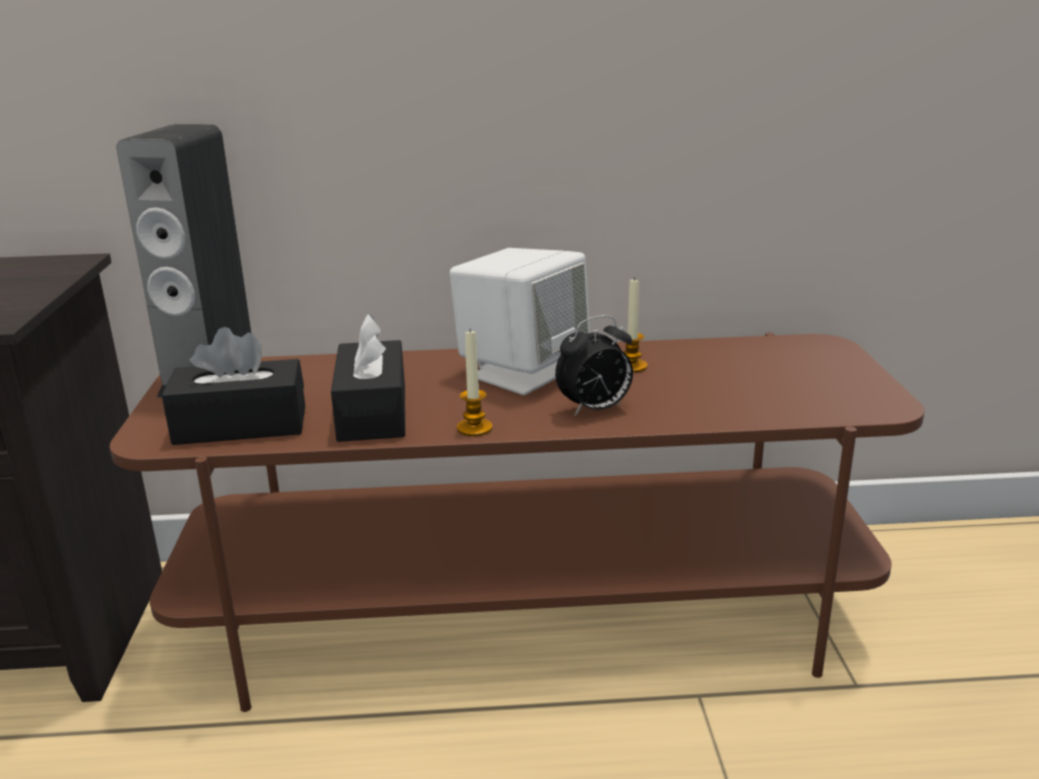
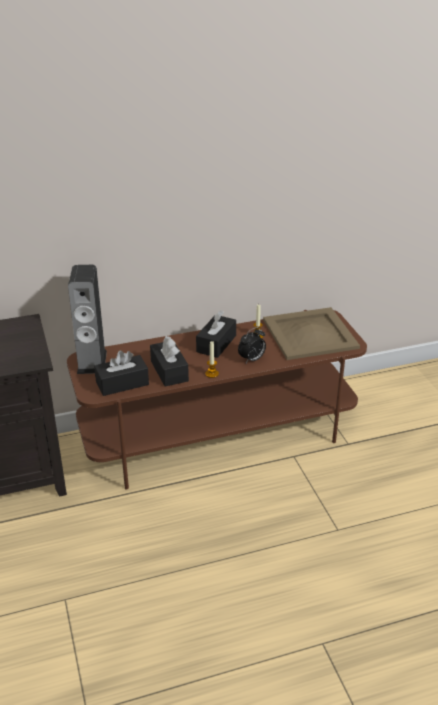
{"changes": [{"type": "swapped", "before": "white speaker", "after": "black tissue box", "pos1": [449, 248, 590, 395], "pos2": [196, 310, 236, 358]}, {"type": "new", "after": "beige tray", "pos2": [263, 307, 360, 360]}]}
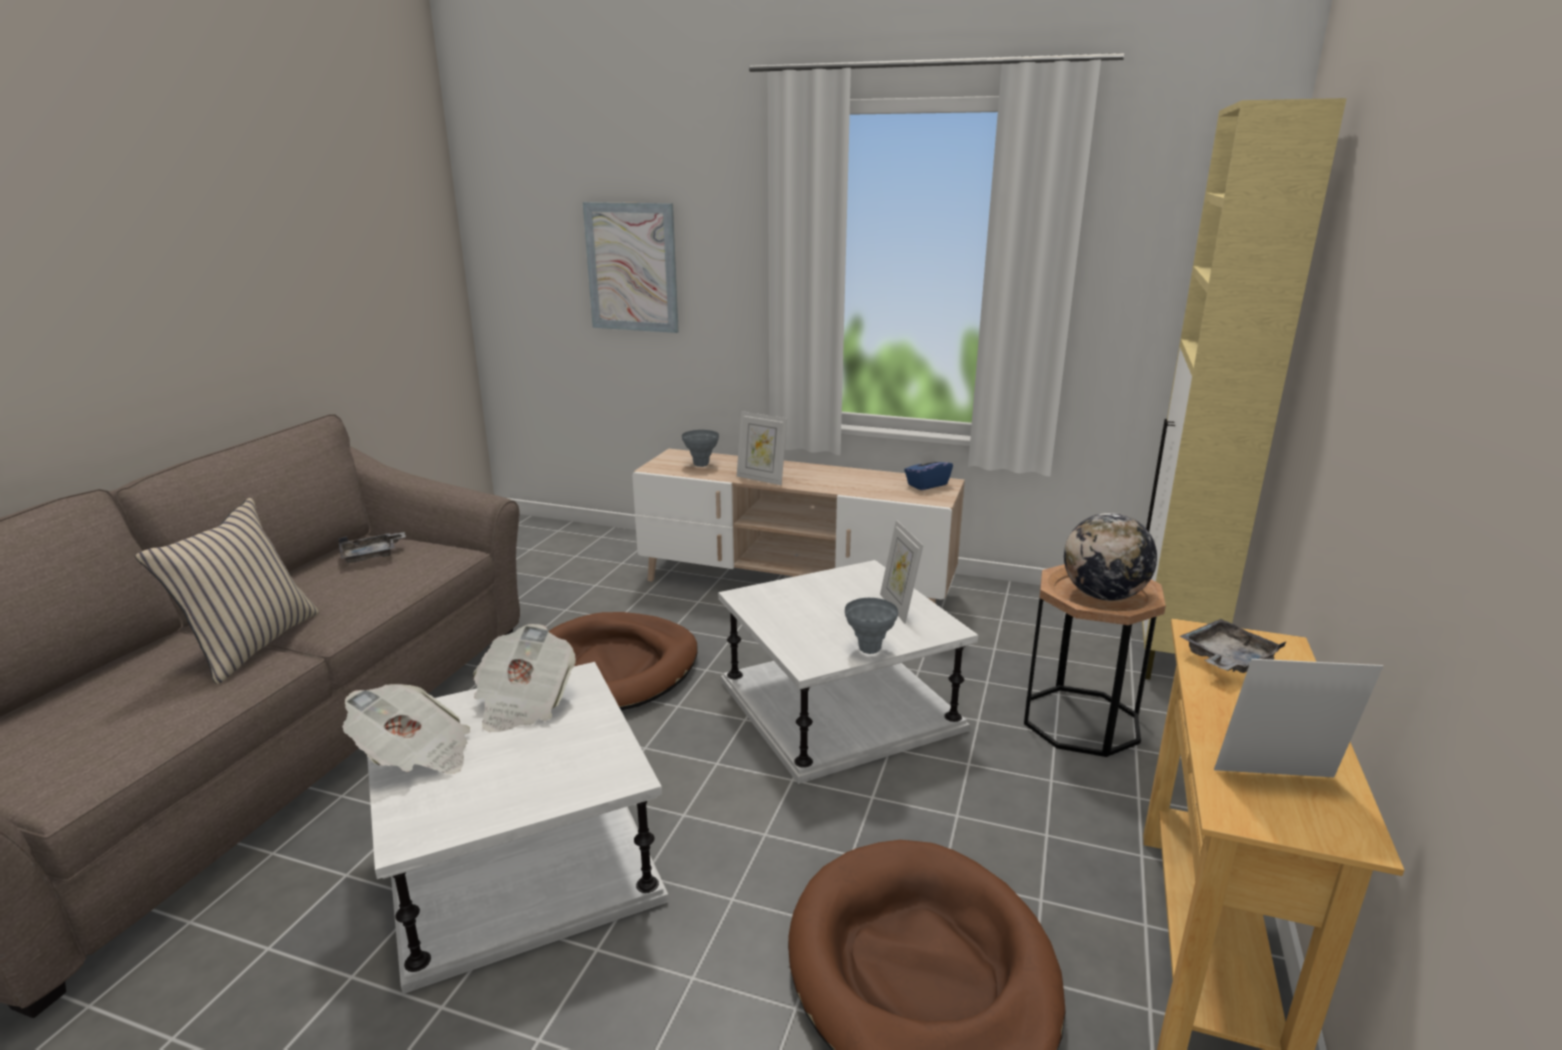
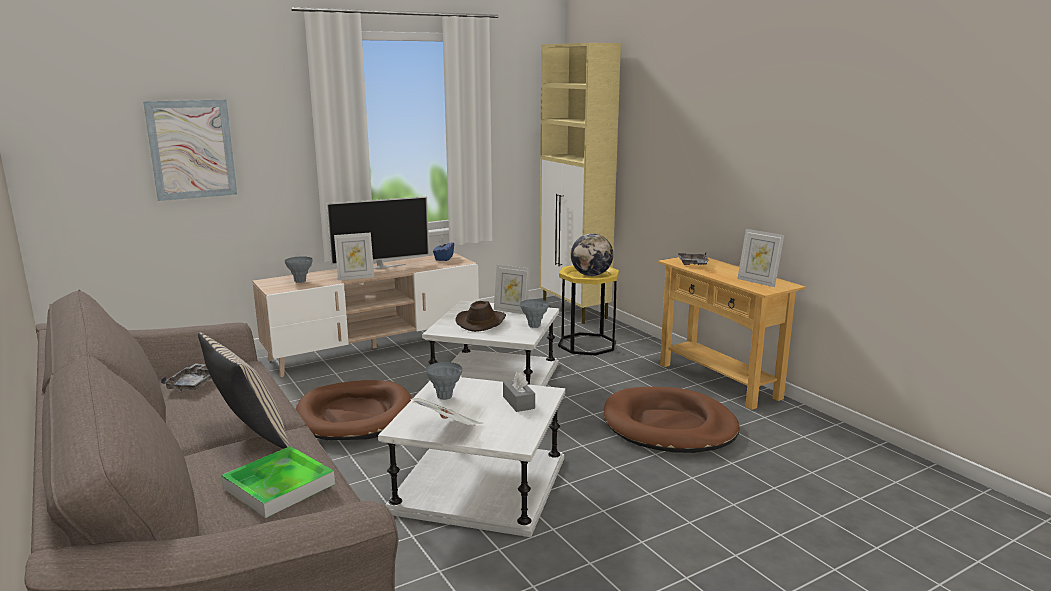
{"changes": [{"type": "swapped", "before": "newspaper", "after": "grey vase", "pos1": [473, 624, 576, 732], "pos2": [426, 362, 462, 400]}, {"type": "repainted", "before": "brown side table", "after": "yellow side table", "pos1": [1024, 564, 1166, 757], "pos2": [558, 265, 619, 355]}, {"type": "rotated", "before": "picture frame", "pos1": [1214, 659, 1383, 777], "pos2": [737, 229, 784, 287], "turn": -90}, {"type": "new", "after": "tray", "pos2": [222, 446, 335, 518]}, {"type": "new", "after": "television", "pos2": [326, 196, 429, 269]}, {"type": "new", "after": "brown hat", "pos2": [455, 301, 506, 332]}, {"type": "new", "after": "grey tissue box", "pos2": [503, 372, 535, 412]}]}
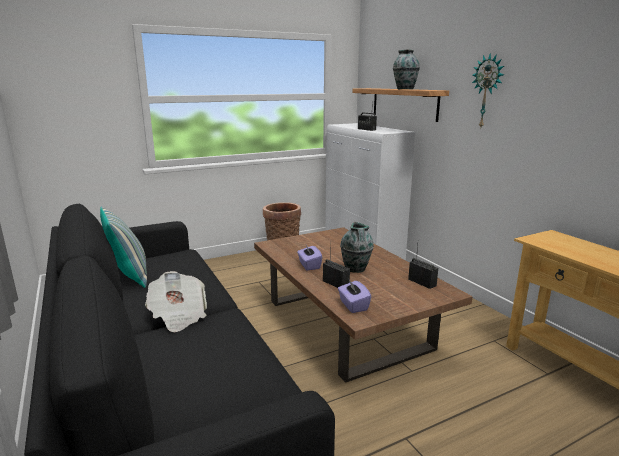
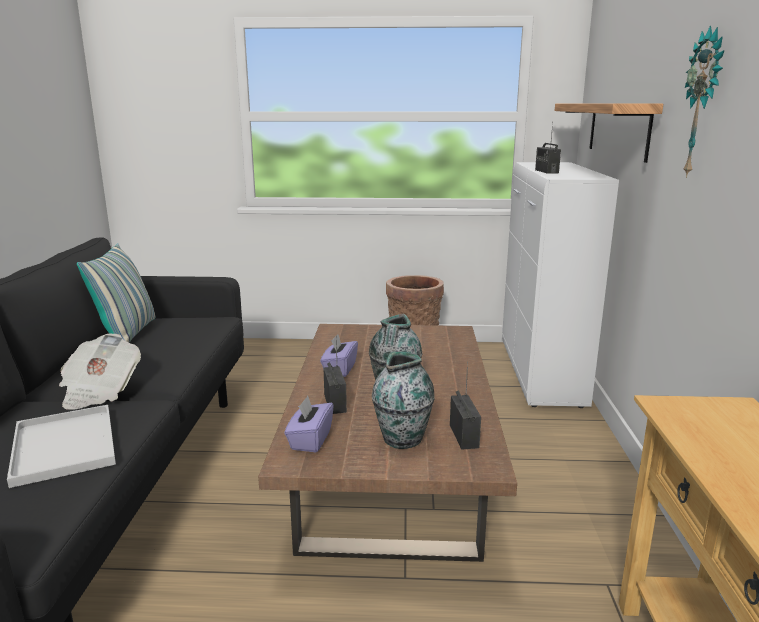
{"changes": [{"type": "shifted", "before": "vase", "pos1": [393, 49, 420, 89], "pos2": [372, 351, 435, 449]}, {"type": "new", "after": "white tray", "pos2": [7, 405, 116, 488]}]}
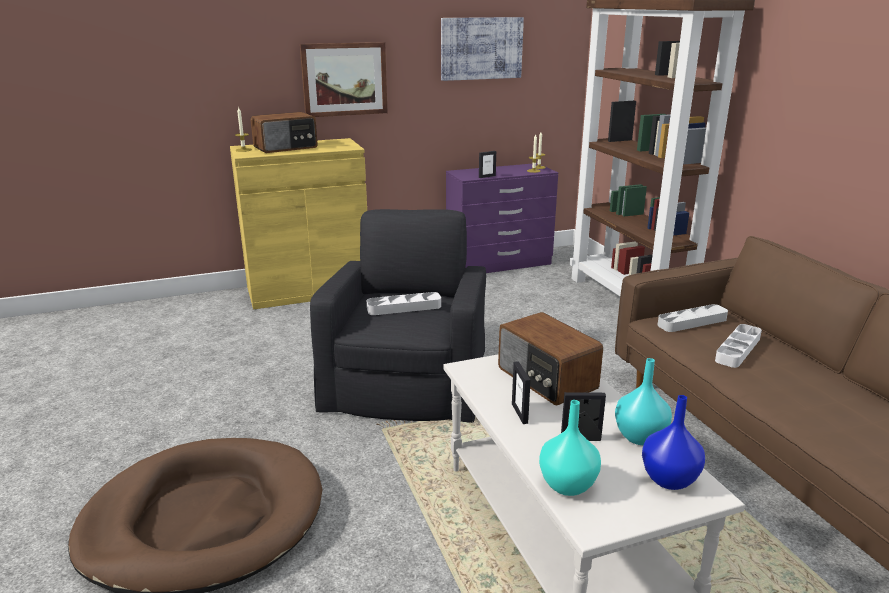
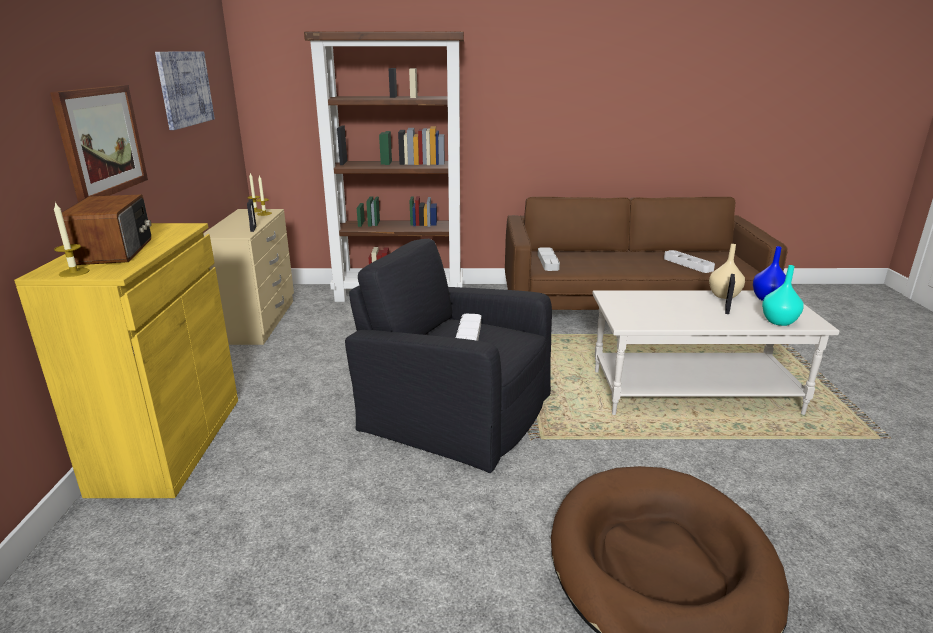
{"changes": [{"type": "repainted", "before": "purple dresser", "after": "beige dresser", "pos1": [446, 163, 558, 273], "pos2": [203, 209, 294, 345]}, {"type": "gone", "before": "radio", "pos1": [498, 312, 603, 405]}, {"type": "gone", "before": "picture frame", "pos1": [512, 361, 531, 424]}, {"type": "repainted", "before": "turquoise vase", "after": "beige vase", "pos1": [615, 358, 672, 445], "pos2": [709, 244, 745, 299]}, {"type": "shifted", "before": "white tray", "pos1": [715, 324, 762, 368], "pos2": [664, 250, 715, 273]}]}
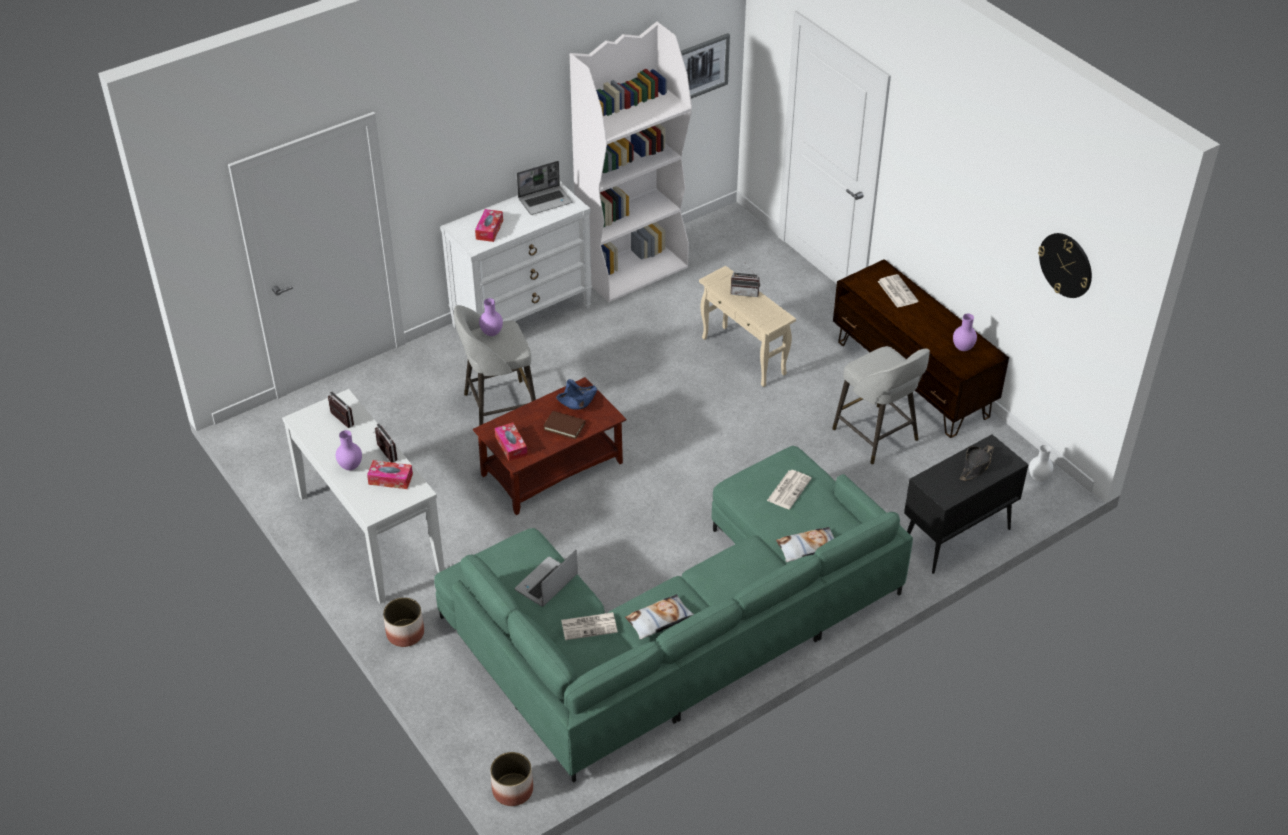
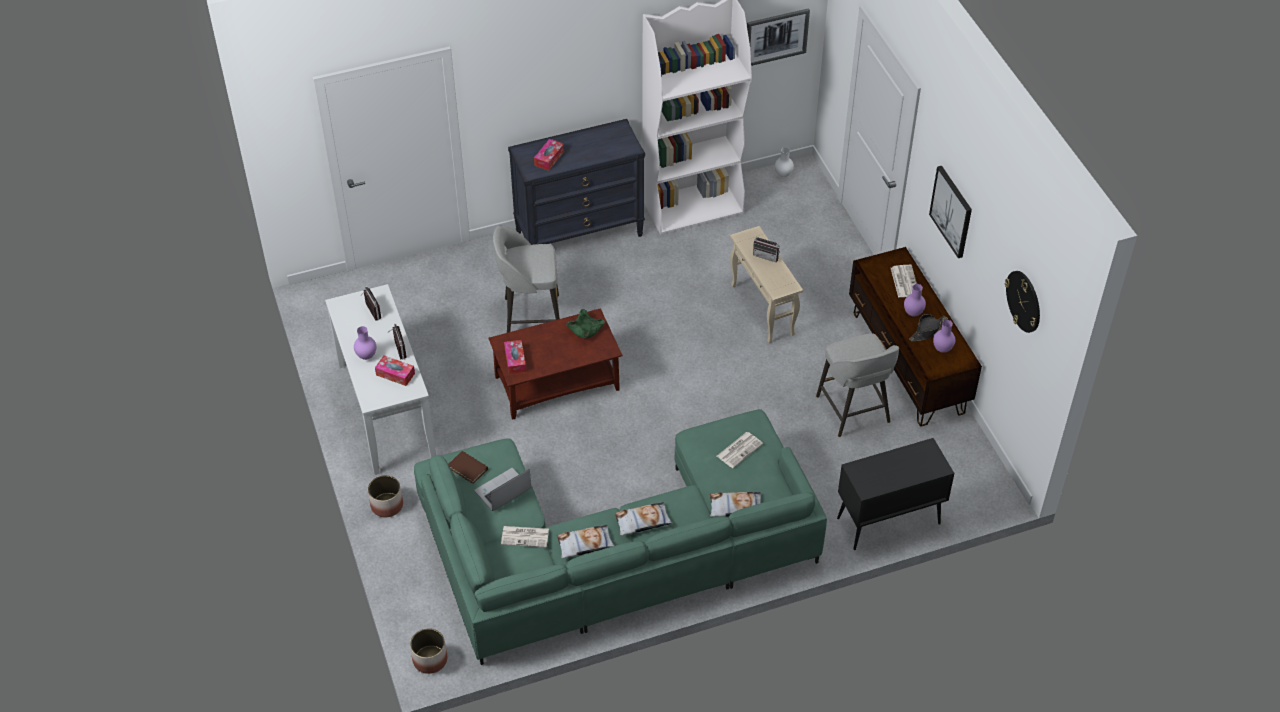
{"changes": [{"type": "repainted", "before": "white dresser", "after": "black dresser", "pos1": [440, 181, 592, 329], "pos2": [508, 119, 645, 245]}, {"type": "shifted", "before": "purple vase", "pos1": [479, 298, 503, 336], "pos2": [904, 284, 926, 316]}, {"type": "gone", "before": "laptop", "pos1": [517, 161, 572, 215]}, {"type": "shifted", "before": "brown book", "pos1": [543, 411, 586, 439], "pos2": [448, 451, 488, 484]}, {"type": "repainted", "before": "blue bowl", "after": "green bowl", "pos1": [556, 379, 598, 410], "pos2": [566, 309, 605, 338]}, {"type": "shifted", "before": "black hat", "pos1": [960, 445, 994, 481], "pos2": [909, 314, 948, 342]}, {"type": "shifted", "before": "white vase", "pos1": [1029, 445, 1053, 481], "pos2": [775, 147, 794, 177]}, {"type": "new", "after": "pillow", "pos2": [614, 502, 673, 535]}, {"type": "new", "after": "picture", "pos2": [929, 166, 972, 258]}]}
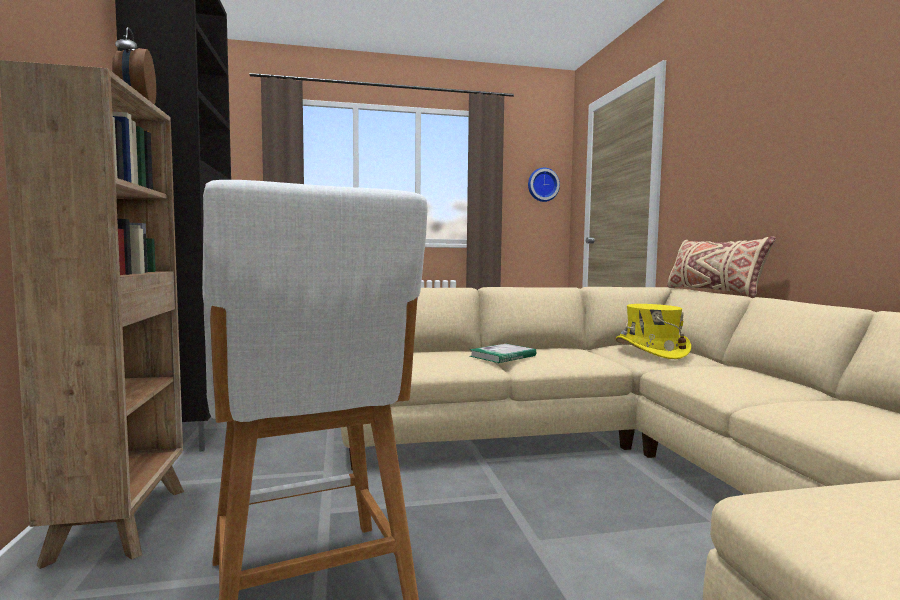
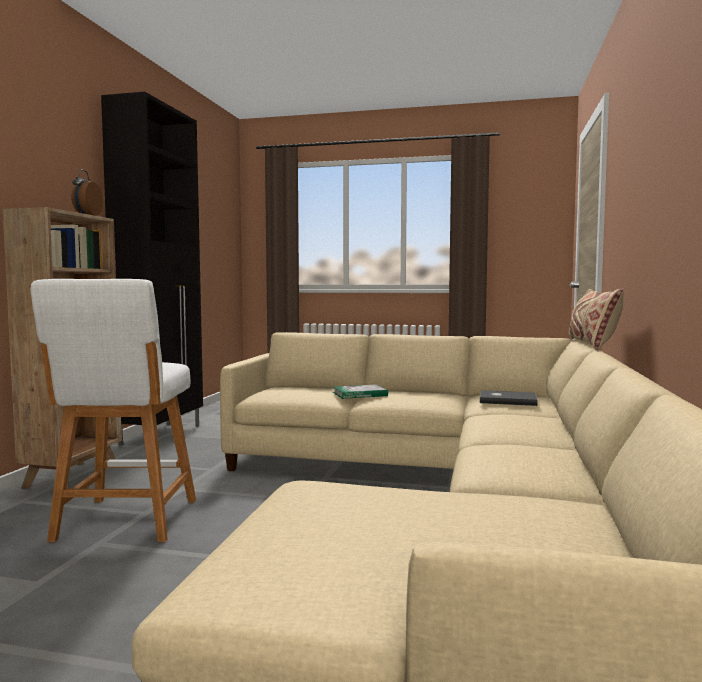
{"changes": [{"type": "gone", "before": "wall clock", "pos1": [528, 168, 560, 202]}, {"type": "swapped", "before": "yellow hat", "after": "grey book", "pos1": [616, 304, 691, 359], "pos2": [480, 390, 538, 406]}]}
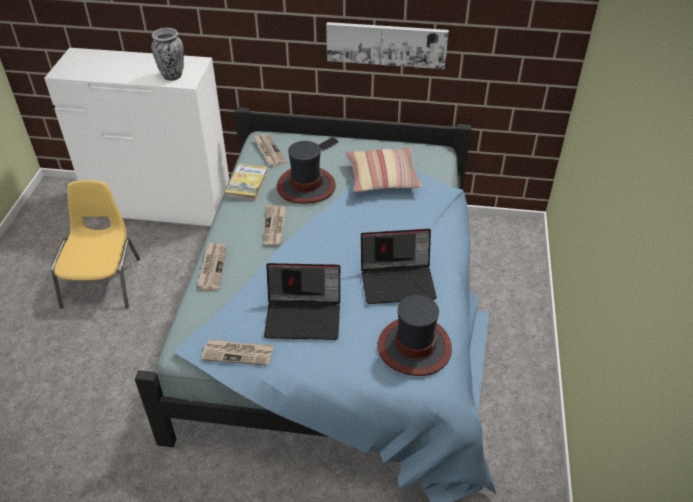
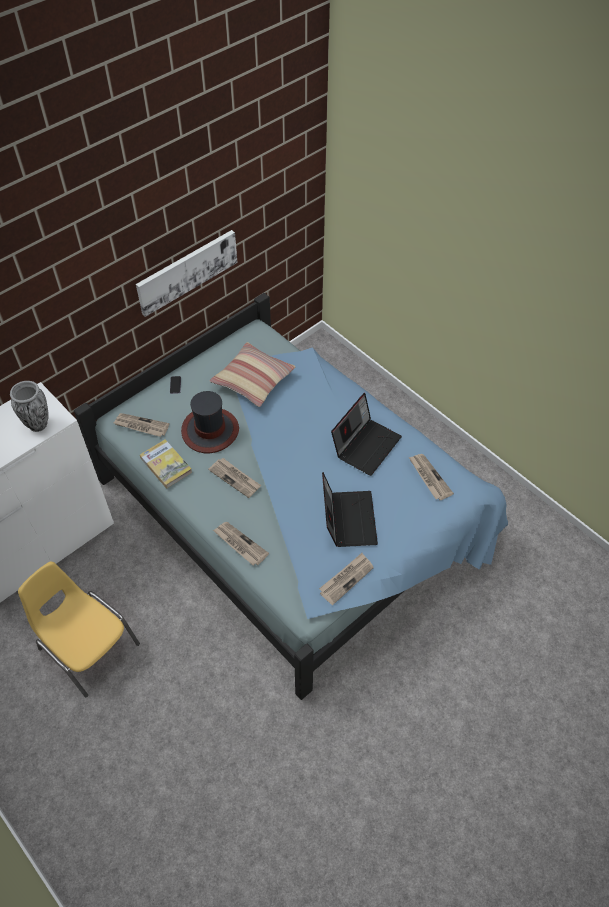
{"changes": [{"type": "rotated", "before": "laptop", "pos1": [264, 263, 340, 340], "pos2": [322, 472, 378, 547], "turn": -45}, {"type": "swapped", "before": "hat", "after": "newspaper", "pos1": [377, 295, 452, 376], "pos2": [409, 454, 454, 500]}]}
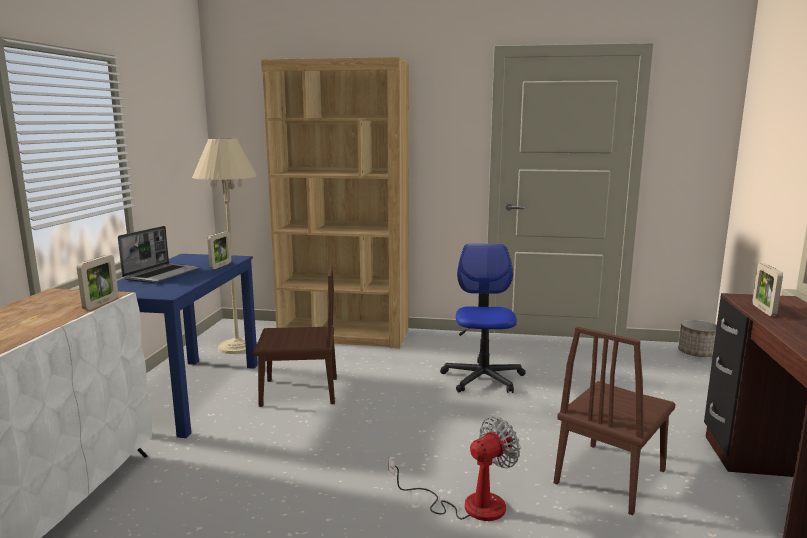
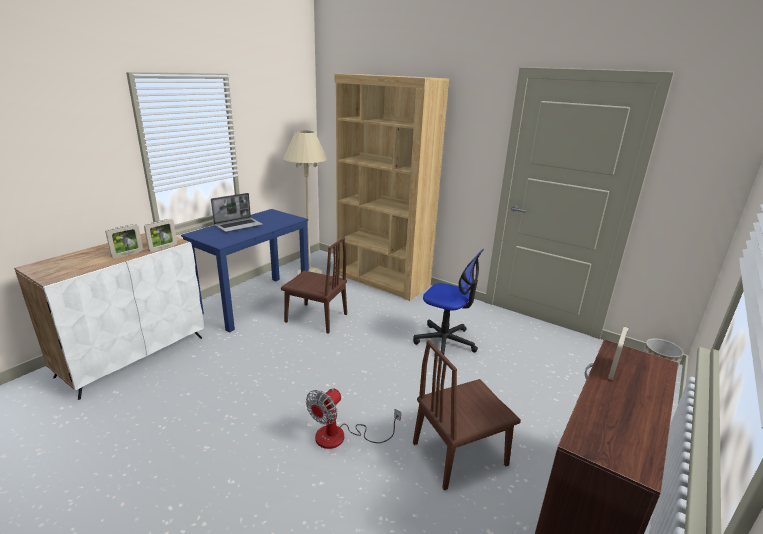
{"changes": [{"type": "shifted", "before": "picture frame", "pos1": [207, 231, 231, 269], "pos2": [106, 224, 143, 258]}, {"type": "rotated", "before": "fan", "pos1": [388, 417, 521, 521], "pos2": [306, 388, 401, 449], "turn": 135}, {"type": "rotated", "before": "office chair", "pos1": [440, 244, 526, 393], "pos2": [413, 249, 484, 356], "turn": 90}]}
